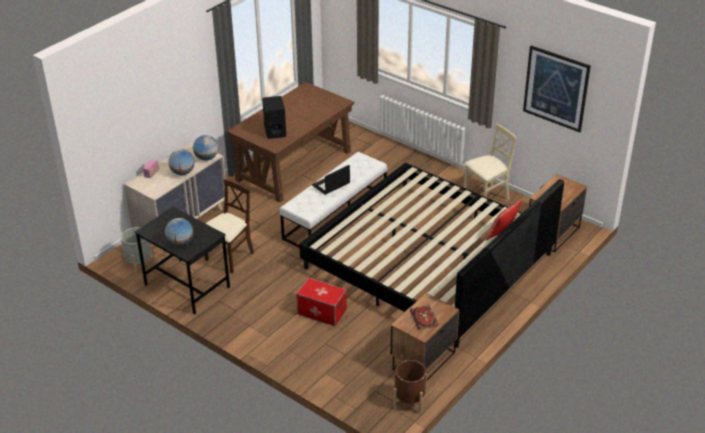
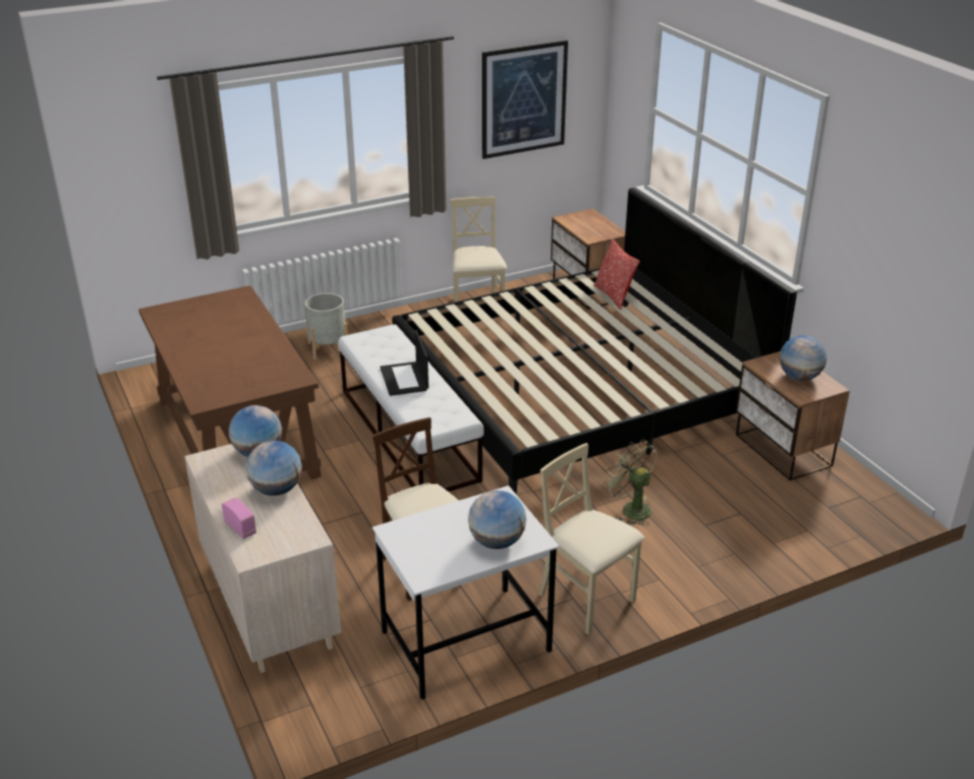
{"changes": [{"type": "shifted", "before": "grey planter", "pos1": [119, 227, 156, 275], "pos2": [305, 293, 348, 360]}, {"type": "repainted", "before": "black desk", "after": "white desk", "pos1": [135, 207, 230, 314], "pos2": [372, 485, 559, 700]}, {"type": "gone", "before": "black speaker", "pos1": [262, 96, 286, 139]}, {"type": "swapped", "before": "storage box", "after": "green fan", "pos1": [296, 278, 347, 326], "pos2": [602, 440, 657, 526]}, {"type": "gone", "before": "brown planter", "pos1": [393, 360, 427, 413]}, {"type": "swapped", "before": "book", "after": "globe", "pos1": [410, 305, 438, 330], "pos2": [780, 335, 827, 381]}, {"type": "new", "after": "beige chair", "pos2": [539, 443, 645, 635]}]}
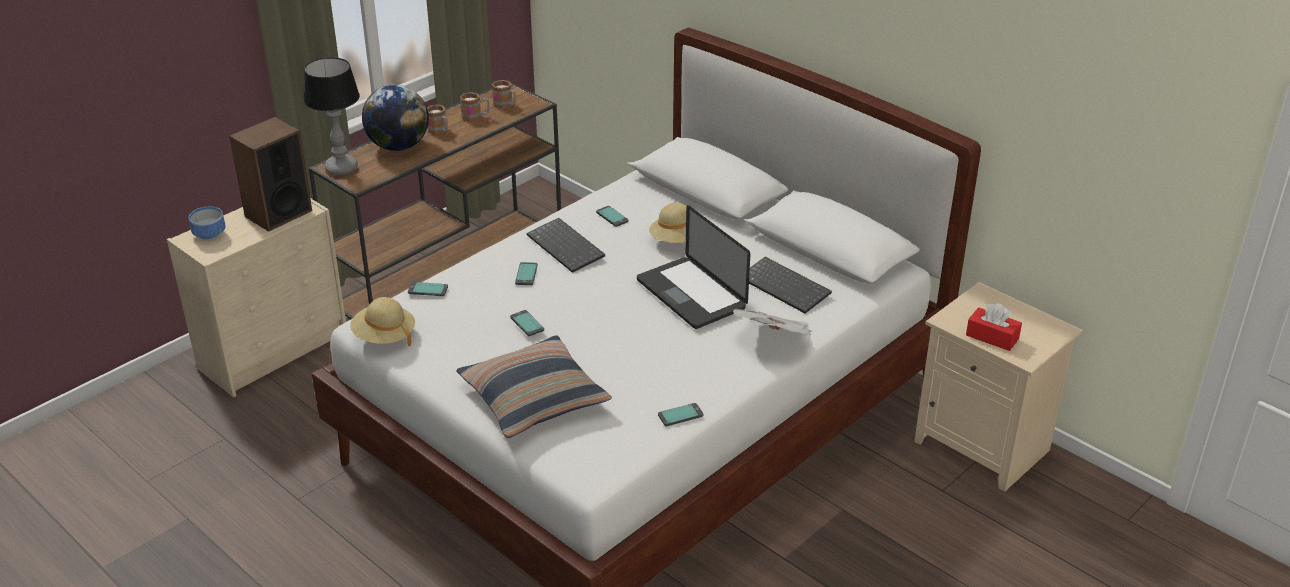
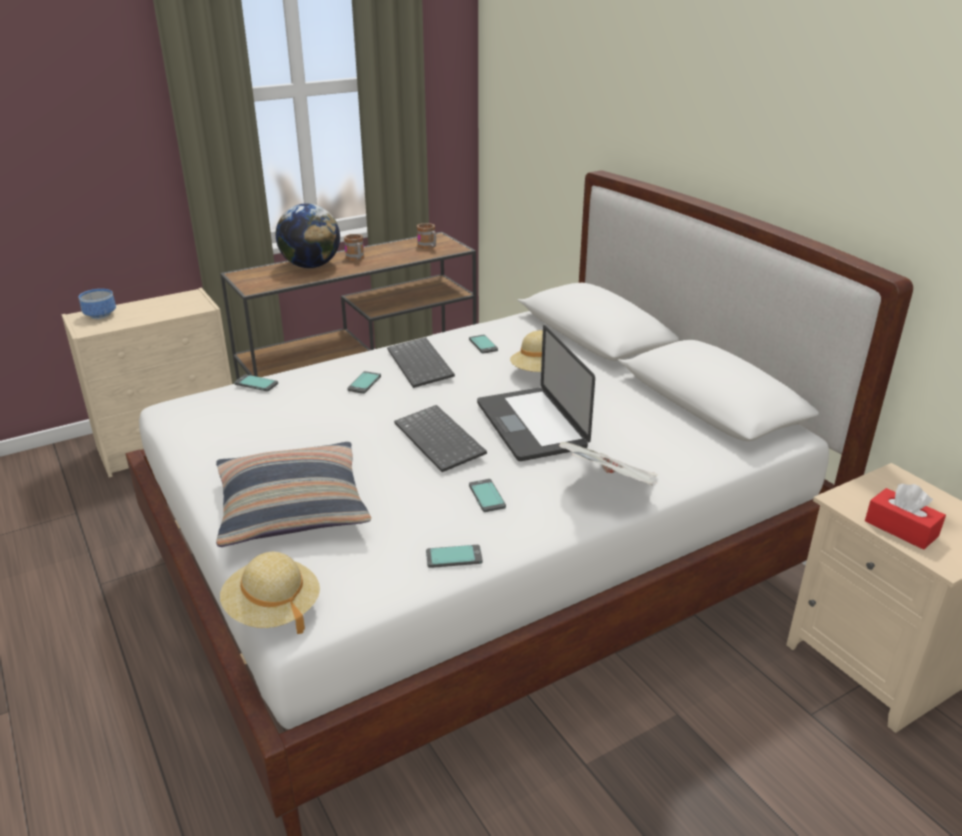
{"changes": [{"type": "gone", "before": "speaker", "pos1": [229, 117, 312, 232]}, {"type": "gone", "before": "table lamp", "pos1": [303, 57, 360, 175]}, {"type": "shifted", "before": "beige hat", "pos1": [350, 297, 415, 346], "pos2": [220, 552, 320, 634]}, {"type": "gone", "before": "mug", "pos1": [460, 92, 489, 122]}, {"type": "shifted", "before": "phone", "pos1": [510, 310, 544, 336], "pos2": [469, 479, 506, 512]}, {"type": "shifted", "before": "keyboard", "pos1": [749, 257, 832, 313], "pos2": [394, 405, 487, 472]}]}
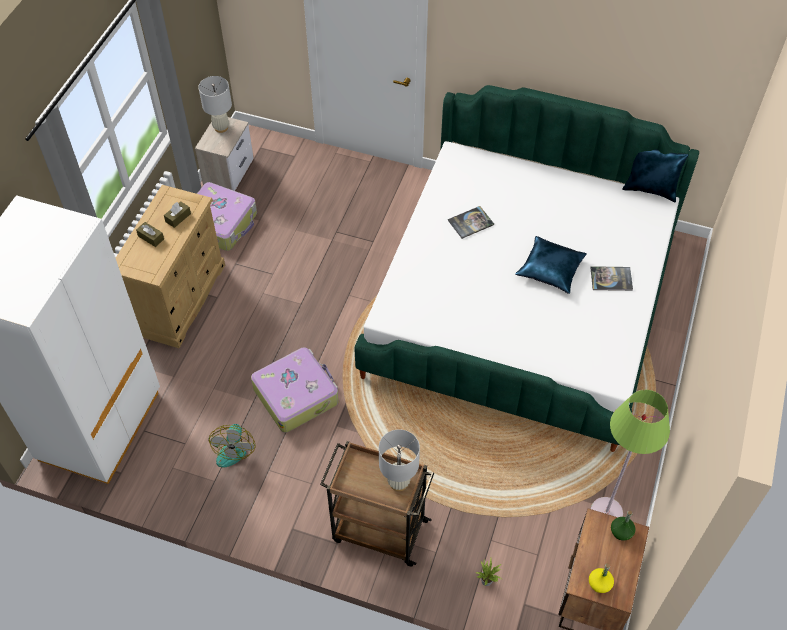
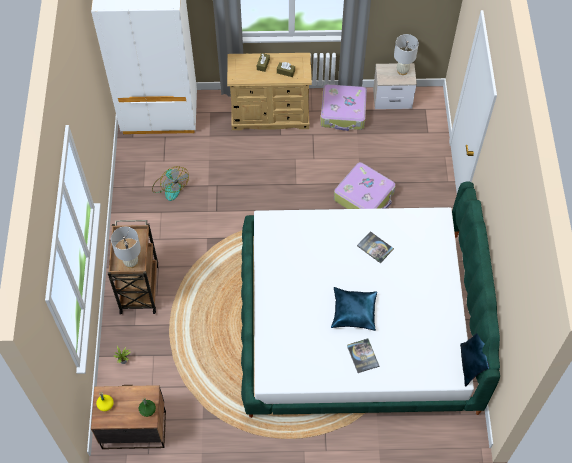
{"changes": [{"type": "rotated", "before": "fan", "pos1": [208, 424, 255, 468], "pos2": [152, 166, 189, 201], "turn": -105}, {"type": "shifted", "before": "suitcase", "pos1": [251, 347, 339, 433], "pos2": [334, 162, 395, 209]}, {"type": "gone", "before": "green floor lamp", "pos1": [591, 390, 670, 517]}]}
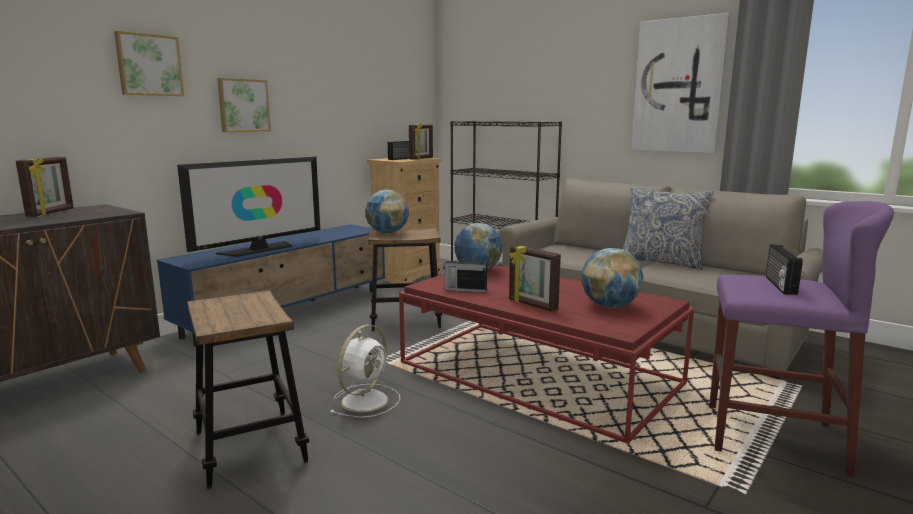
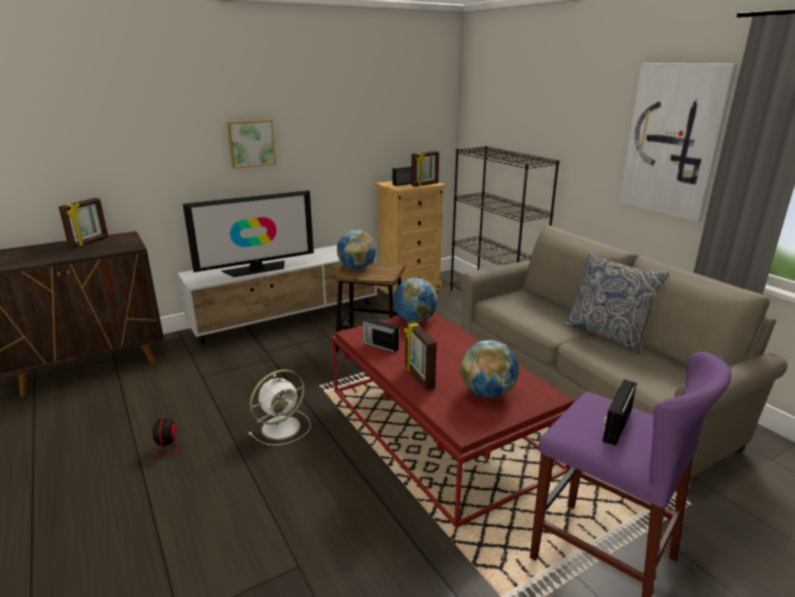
{"changes": [{"type": "gone", "before": "picture", "pos1": [114, 31, 184, 96]}, {"type": "repainted", "before": "blue tv stand", "after": "white tv stand", "pos1": [157, 224, 385, 346], "pos2": [178, 245, 377, 345]}, {"type": "swapped", "before": "stool", "after": "fan", "pos1": [187, 291, 309, 489], "pos2": [153, 417, 230, 474]}]}
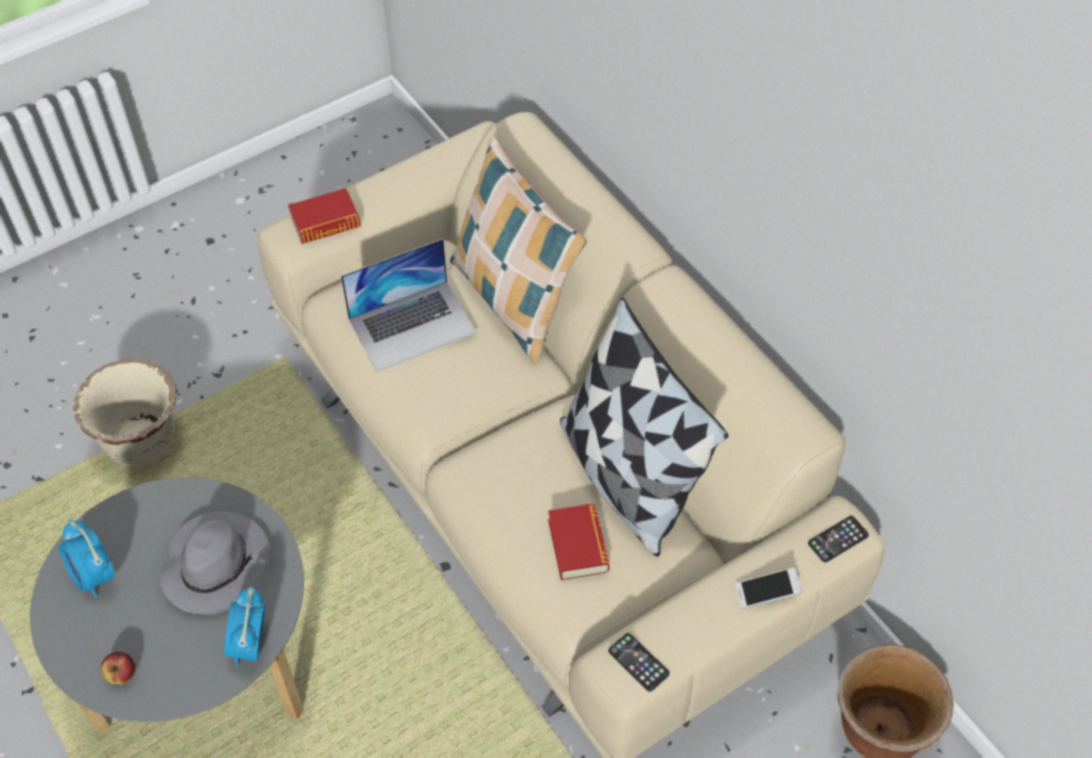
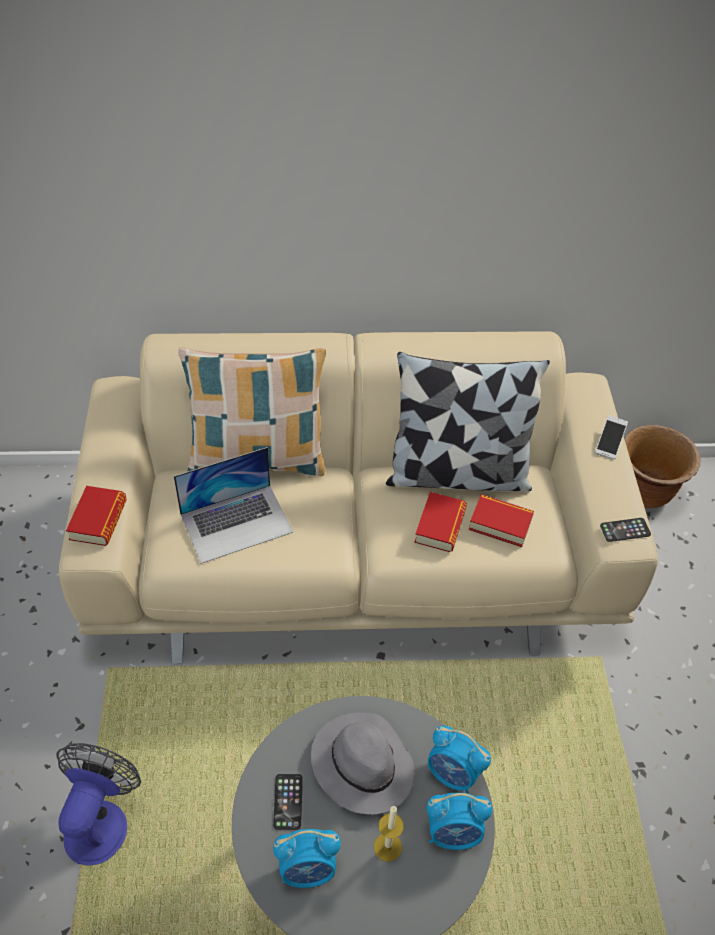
{"changes": [{"type": "swapped", "before": "beige planter", "after": "fan", "pos1": [74, 359, 176, 466], "pos2": [56, 743, 141, 866]}, {"type": "gone", "before": "apple", "pos1": [101, 652, 135, 684]}, {"type": "rotated", "before": "laptop", "pos1": [341, 239, 477, 372], "pos2": [174, 447, 293, 564], "turn": 60}, {"type": "shifted", "before": "phone", "pos1": [808, 516, 869, 563], "pos2": [273, 774, 303, 830]}, {"type": "new", "after": "candle", "pos2": [374, 806, 404, 862]}, {"type": "new", "after": "book", "pos2": [414, 492, 467, 552]}, {"type": "new", "after": "alarm clock", "pos2": [426, 792, 492, 850]}]}
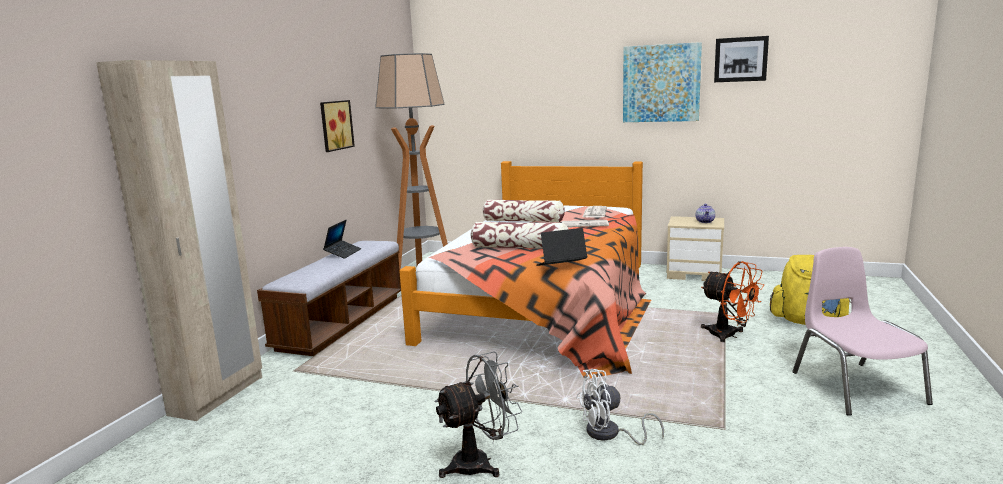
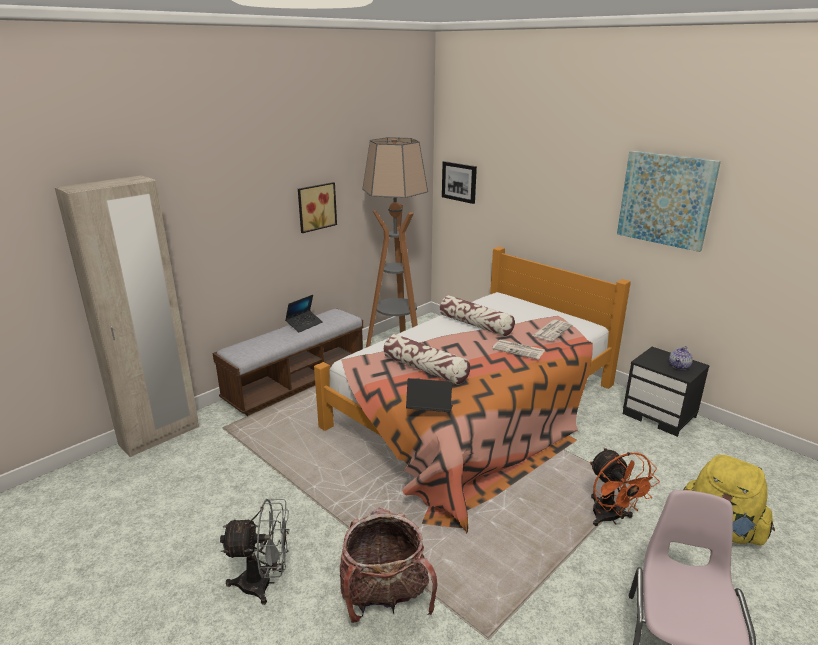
{"changes": [{"type": "swapped", "before": "white fan", "after": "backpack", "pos1": [576, 369, 664, 445], "pos2": [340, 507, 437, 623]}, {"type": "repainted", "before": "beige nightstand", "after": "black nightstand", "pos1": [666, 216, 724, 281], "pos2": [623, 347, 710, 437]}, {"type": "shifted", "before": "picture", "pos1": [714, 36, 769, 82], "pos2": [442, 161, 477, 204]}]}
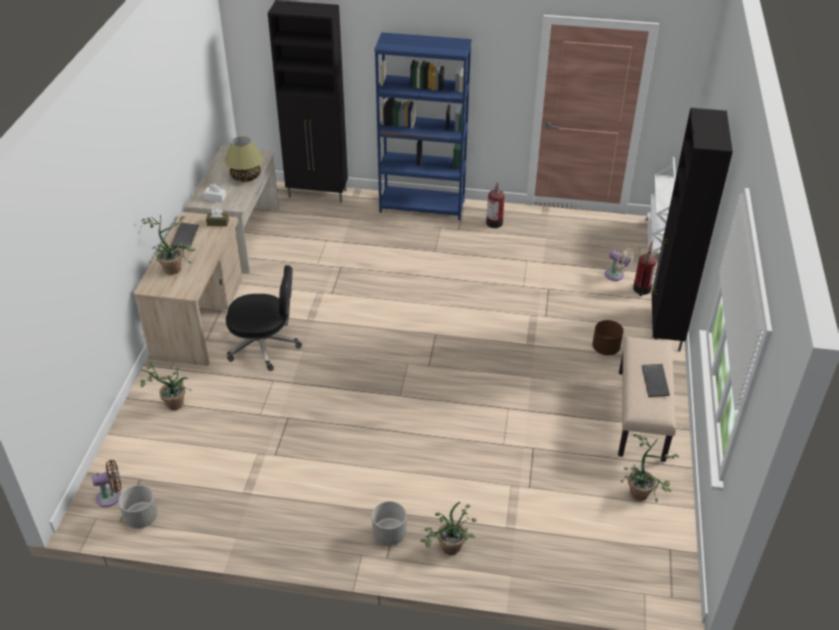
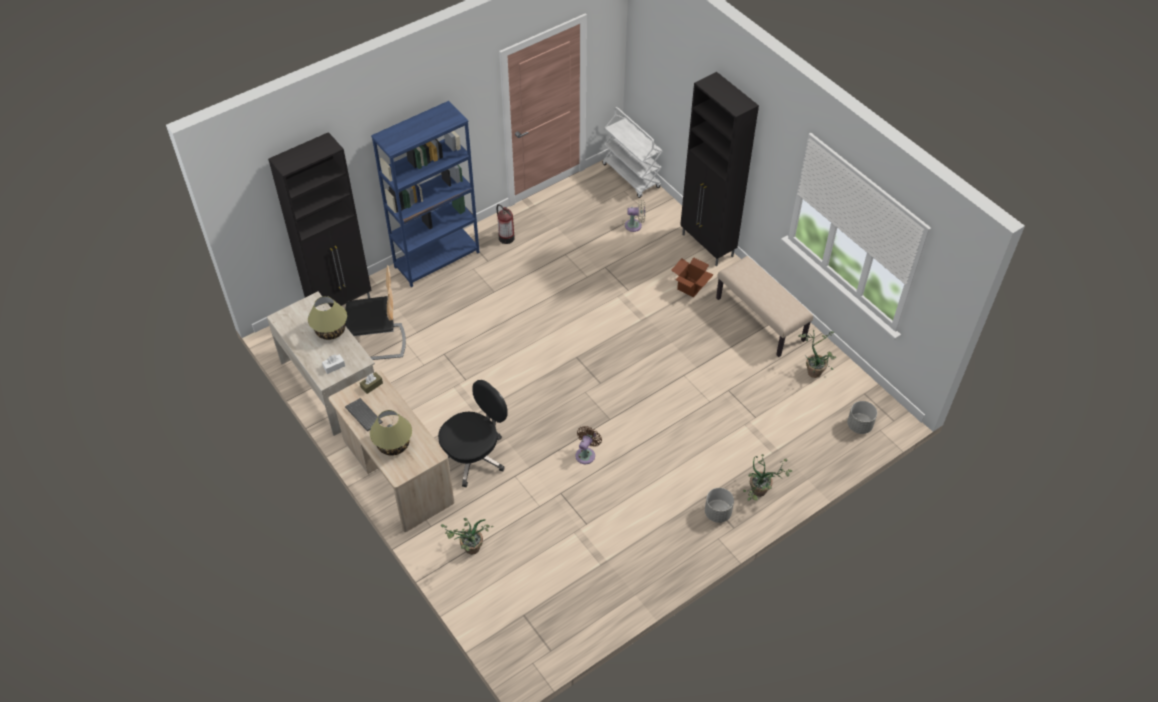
{"changes": [{"type": "shifted", "before": "brown fan", "pos1": [92, 460, 121, 507], "pos2": [576, 426, 602, 464]}, {"type": "shifted", "before": "grey planter", "pos1": [119, 485, 158, 529], "pos2": [847, 401, 877, 434]}, {"type": "swapped", "before": "potted plant", "after": "table lamp", "pos1": [141, 215, 196, 275], "pos2": [370, 410, 412, 456]}, {"type": "swapped", "before": "brown planter", "after": "cardboard box", "pos1": [592, 320, 624, 355], "pos2": [671, 257, 714, 298]}, {"type": "gone", "before": "fire extinguisher", "pos1": [633, 241, 657, 296]}, {"type": "gone", "before": "keyboard", "pos1": [642, 364, 670, 397]}, {"type": "new", "after": "chair", "pos2": [345, 265, 406, 360]}]}
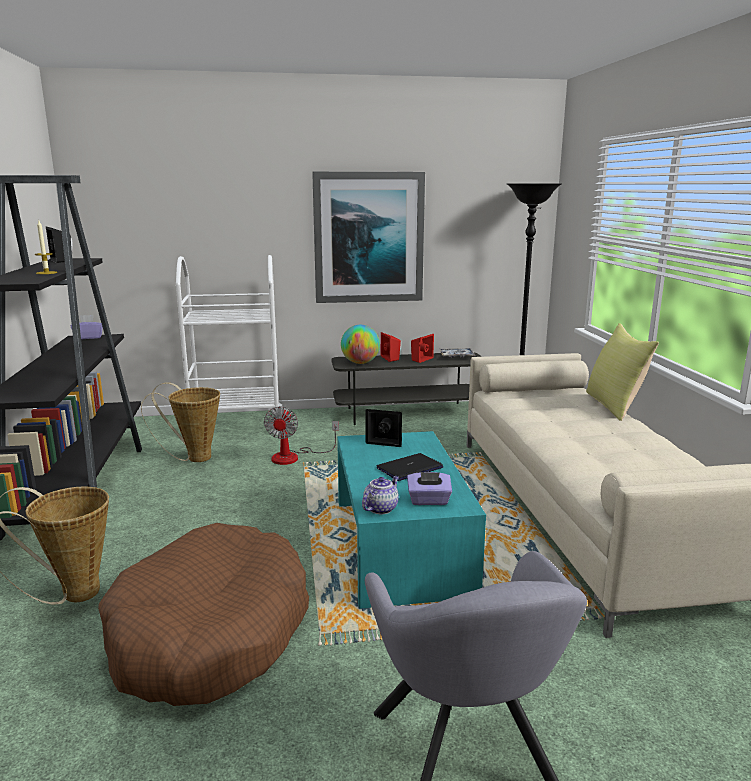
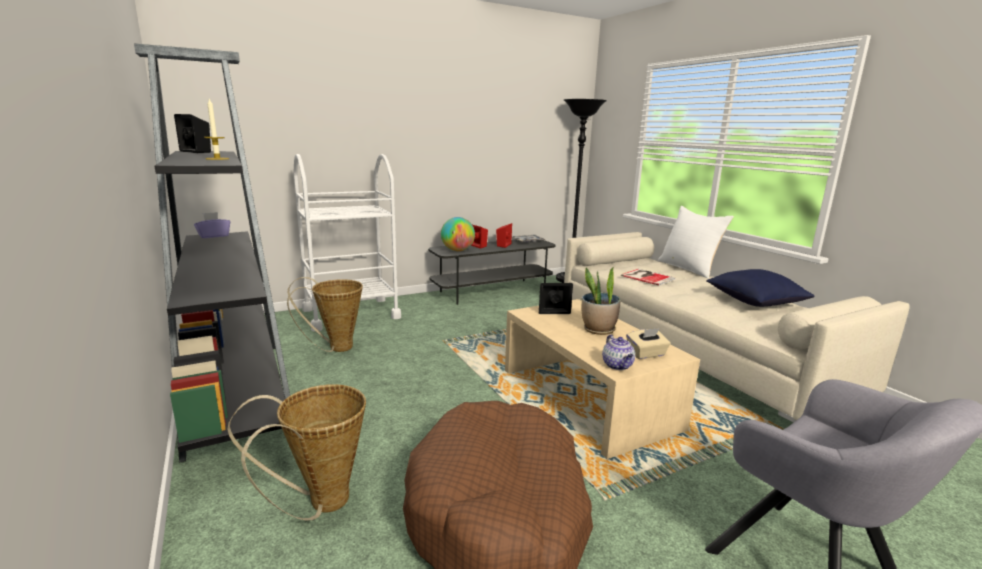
{"changes": [{"type": "gone", "before": "fan", "pos1": [264, 406, 339, 465]}, {"type": "gone", "before": "picture", "pos1": [312, 172, 425, 303]}, {"type": "repainted", "before": "turquoise coffee table", "after": "beige coffee table", "pos1": [337, 431, 486, 609], "pos2": [505, 299, 700, 459]}, {"type": "rotated", "before": "teapot", "pos1": [362, 476, 399, 514], "pos2": [602, 335, 635, 370], "turn": 150}, {"type": "swapped", "before": "laptop", "after": "potted plant", "pos1": [377, 453, 443, 481], "pos2": [582, 267, 621, 335]}, {"type": "repainted", "before": "purple tissue box", "after": "beige tissue box", "pos1": [407, 472, 452, 505], "pos2": [626, 328, 671, 359]}, {"type": "repainted", "before": "yellow pillow", "after": "white pillow", "pos1": [586, 323, 659, 421], "pos2": [658, 206, 734, 278]}, {"type": "new", "after": "book", "pos2": [621, 269, 675, 285]}, {"type": "new", "after": "blue pillow", "pos2": [706, 269, 814, 307]}]}
